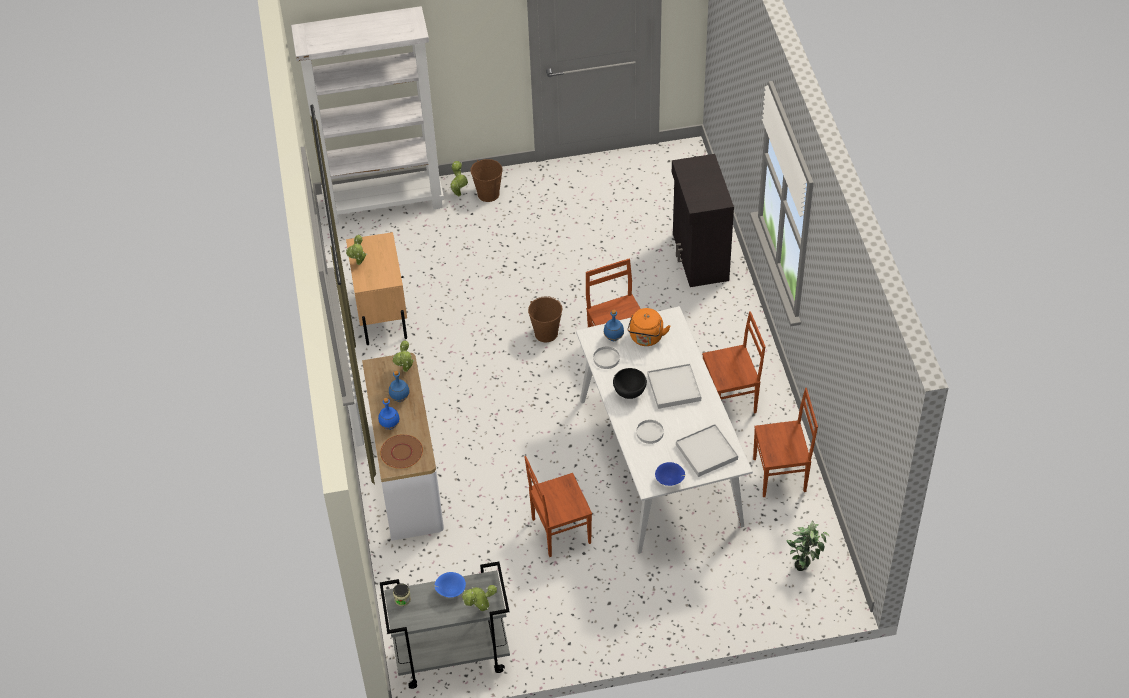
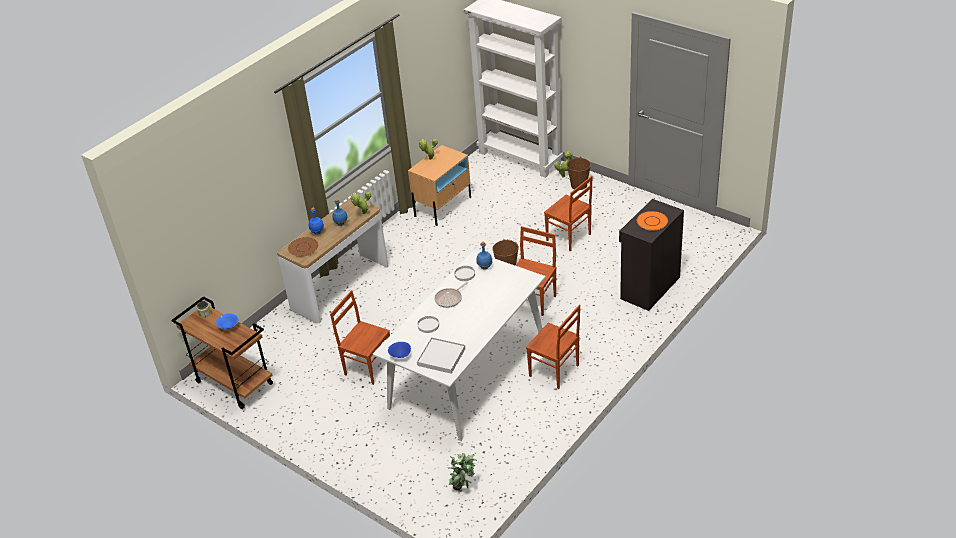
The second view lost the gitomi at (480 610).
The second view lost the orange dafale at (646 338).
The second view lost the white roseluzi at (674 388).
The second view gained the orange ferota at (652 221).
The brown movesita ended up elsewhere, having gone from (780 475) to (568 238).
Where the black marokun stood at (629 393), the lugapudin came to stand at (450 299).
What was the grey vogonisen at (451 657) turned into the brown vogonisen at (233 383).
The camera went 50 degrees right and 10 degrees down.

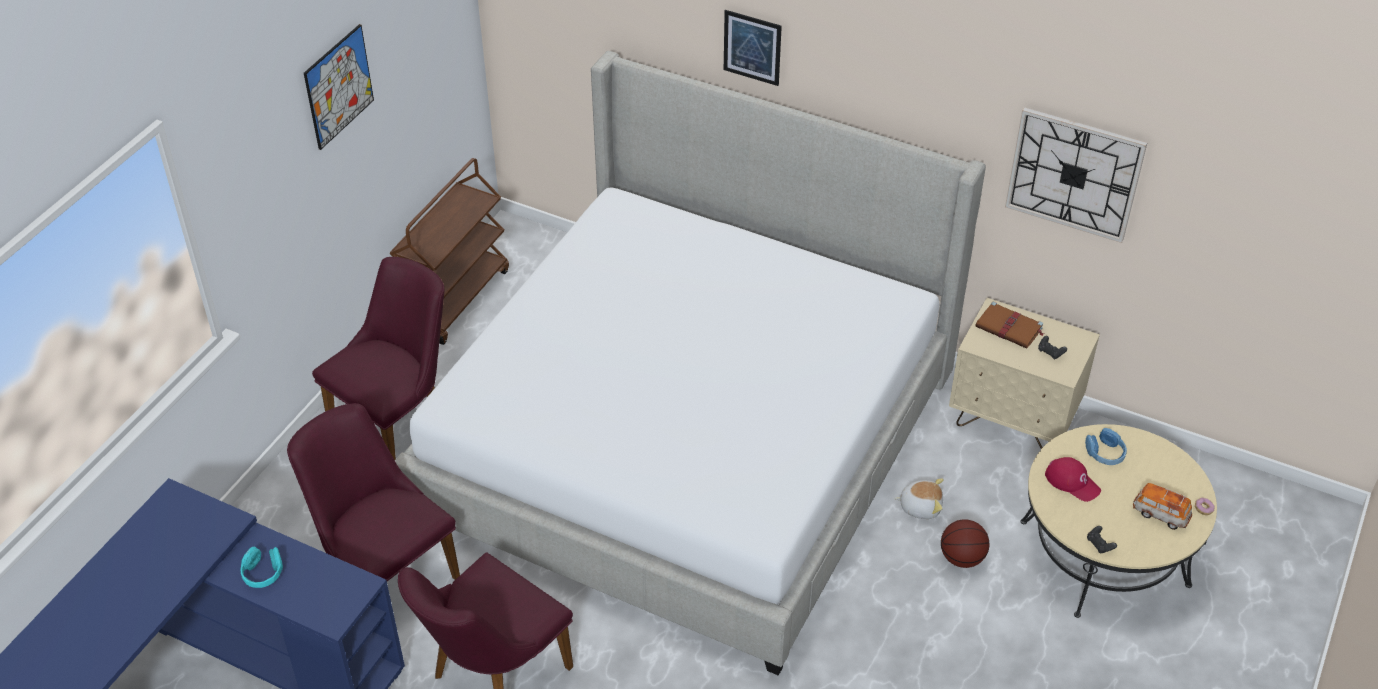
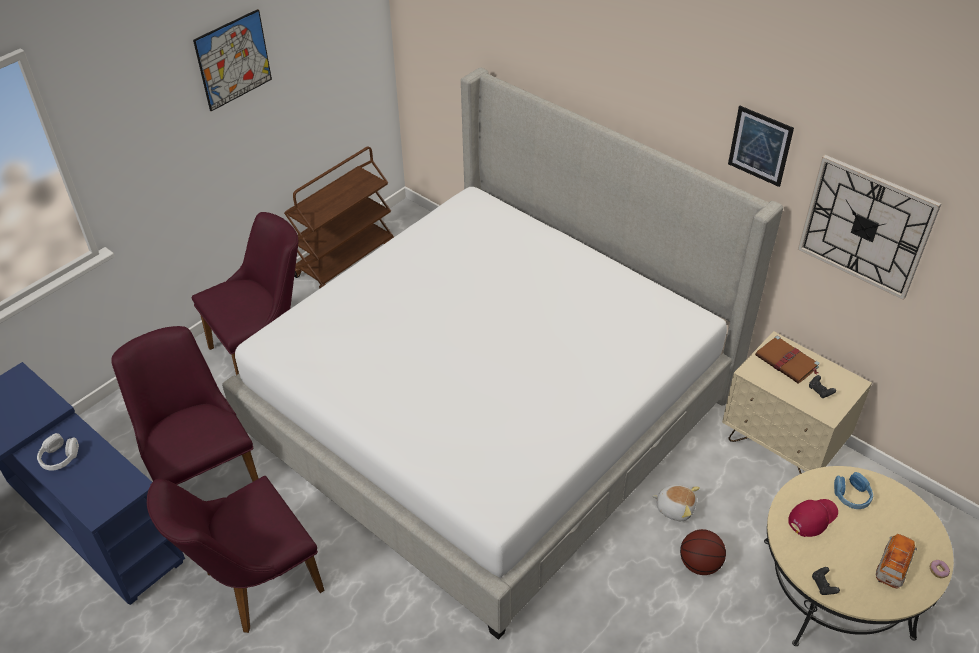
The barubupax ended up elsewhere, having gone from (752 47) to (760 146).
What was the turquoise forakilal at (263 573) turned into the white forakilal at (59 458).
The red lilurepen at (1072 482) ended up facing another way, 90 degrees counterclockwise from before.
The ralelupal at (1160 514) ended up facing another way, 75 degrees clockwise from before.
The camera went 15 degrees right and 0 degrees up.

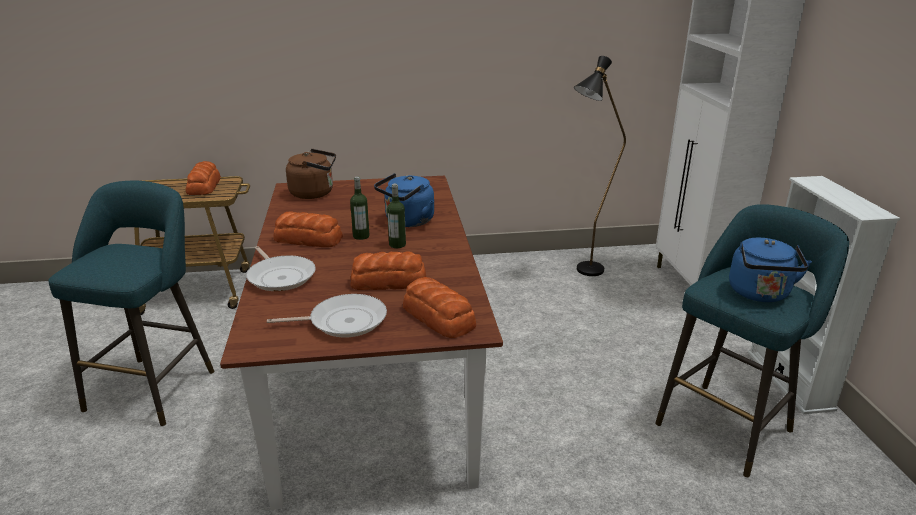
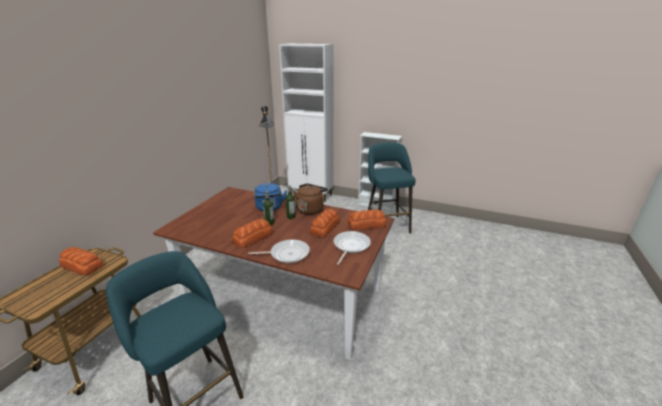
The second view lost the blue dafale at (760 294).
The brown dafale ended up elsewhere, having gone from (315 193) to (310 209).
The camera went 60 degrees left and 0 degrees up.

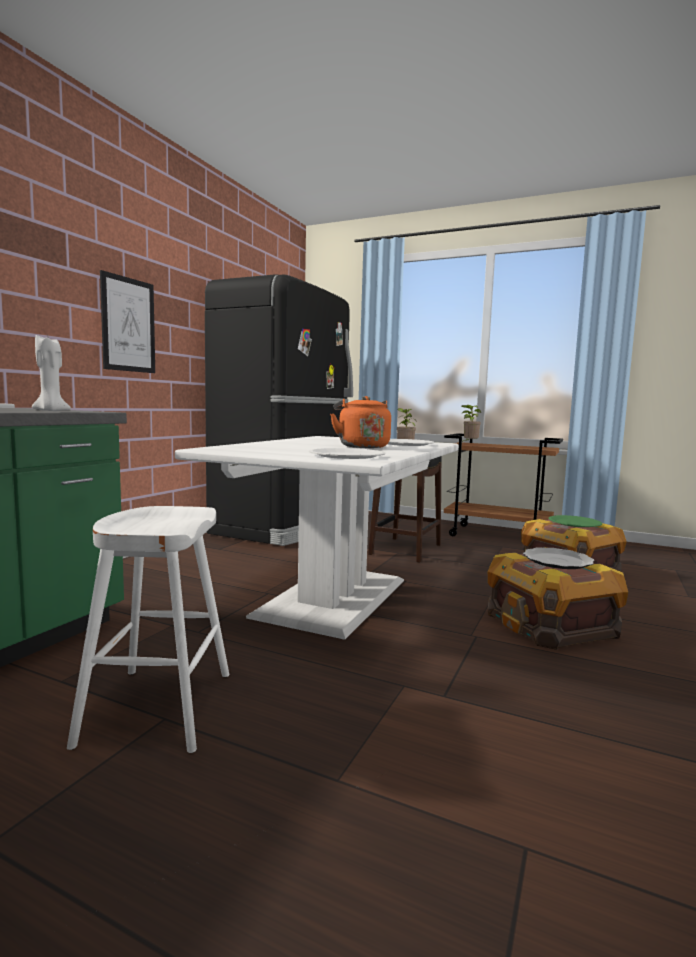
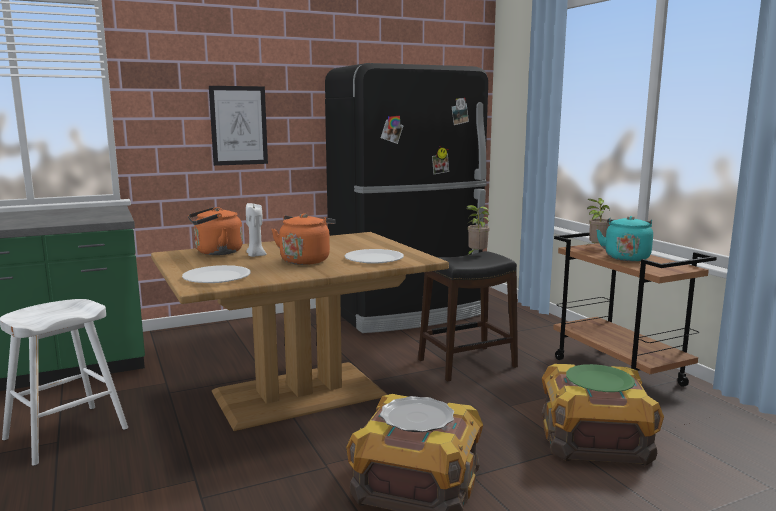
The second view gained the orange dafale at (216 252).
The second view gained the turquoise dafale at (626 257).
The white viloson ended up elsewhere, having gone from (51 411) to (255 255).
What was the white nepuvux at (335 598) turned into the brown nepuvux at (300 395).
The camera went 40 degrees right and 5 degrees up.

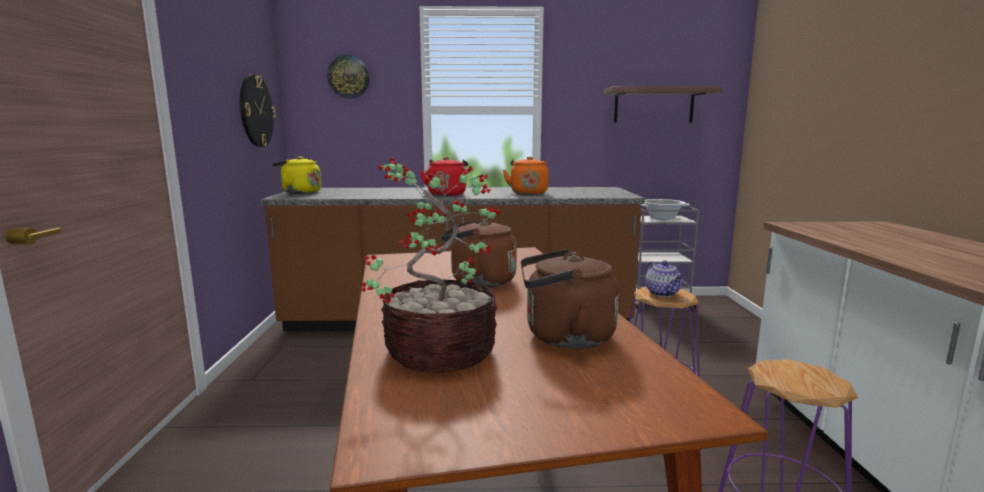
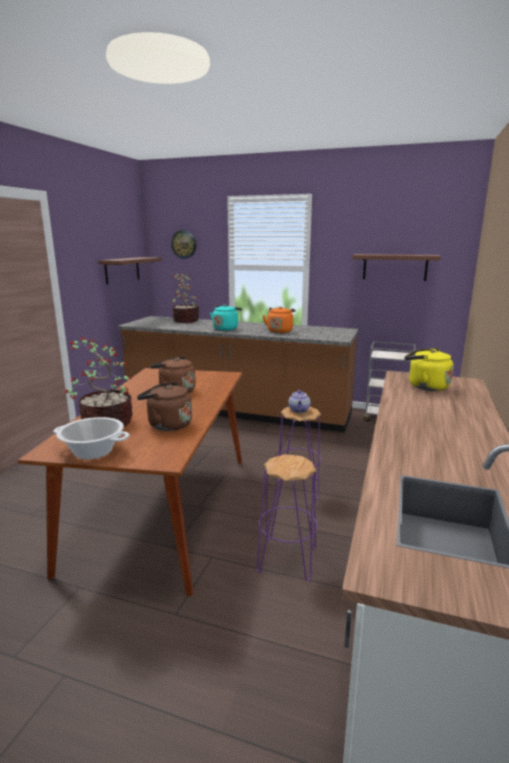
The second view gained the gitomi at (185 320).
The yellow dafale ended up elsewhere, having gone from (299 192) to (425 386).
The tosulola ended up elsewhere, having gone from (662 218) to (93 452).
Where the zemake hung at (256 111), the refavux came to hang at (122 270).
What was the red dafale at (447 194) turned into the turquoise dafale at (226 328).
The camera went 20 degrees right and 5 degrees up.

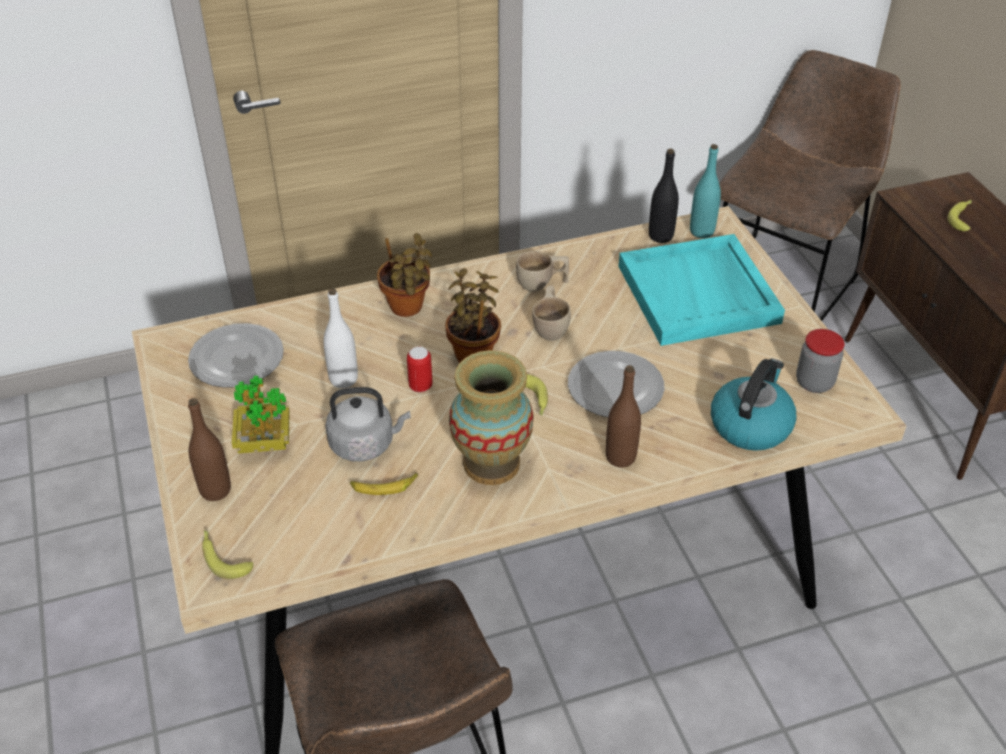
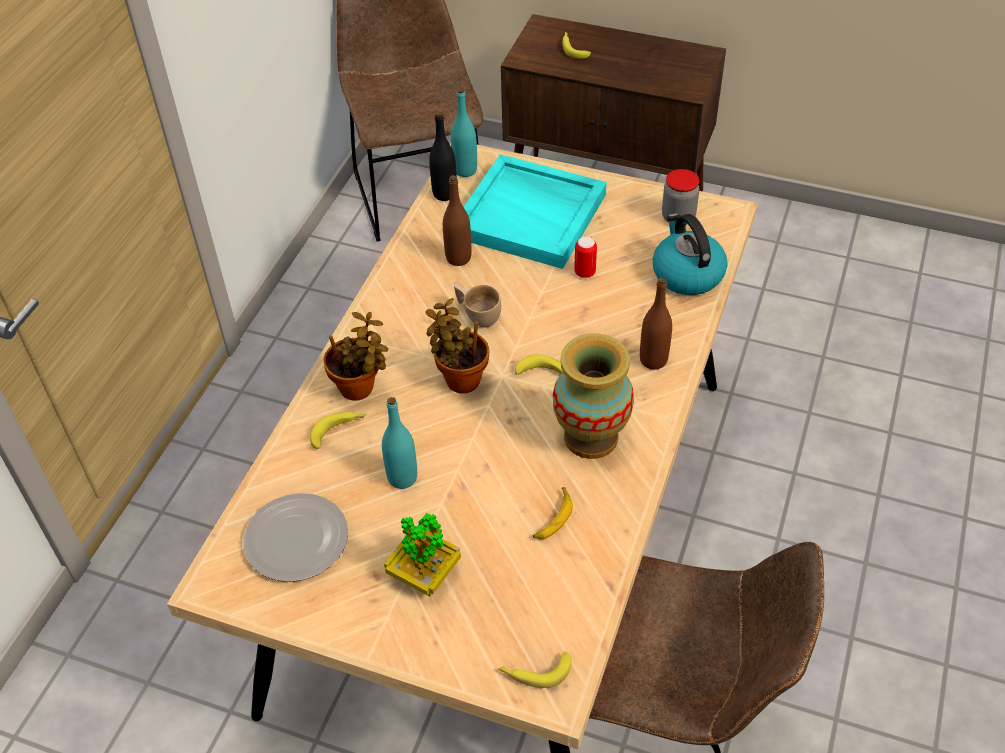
The second view lost the grey dafale at (365 444).
The second view lost the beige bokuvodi at (542 284).
The second view lost the ferota at (617 388).
The second view gained the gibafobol at (338 431).
The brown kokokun ended up elsewhere, having gone from (215 490) to (458 258).
The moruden ended up elsewhere, having gone from (420 386) to (584 272).
What was the white kokokun at (343 379) turned into the turquoise kokokun at (402 478).
The camera went 50 degrees left and 5 degrees up.

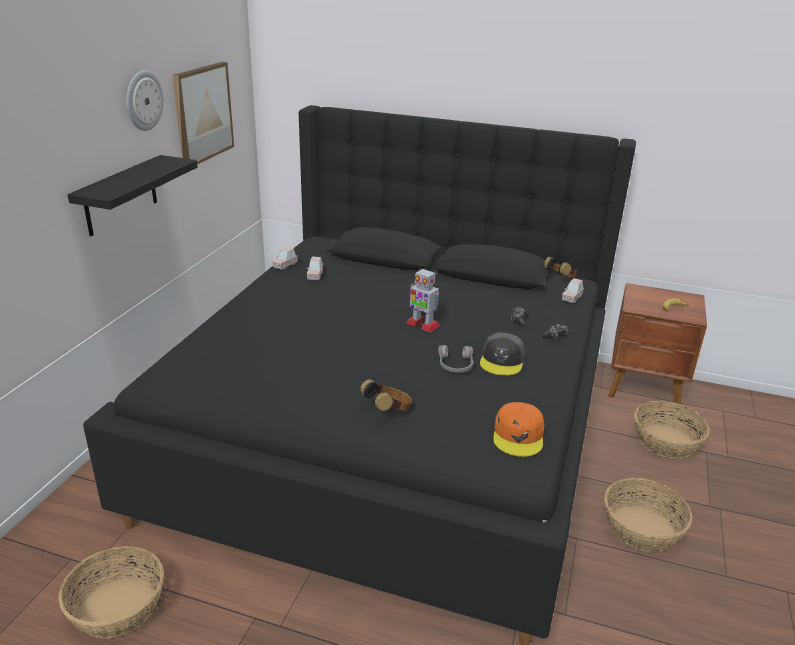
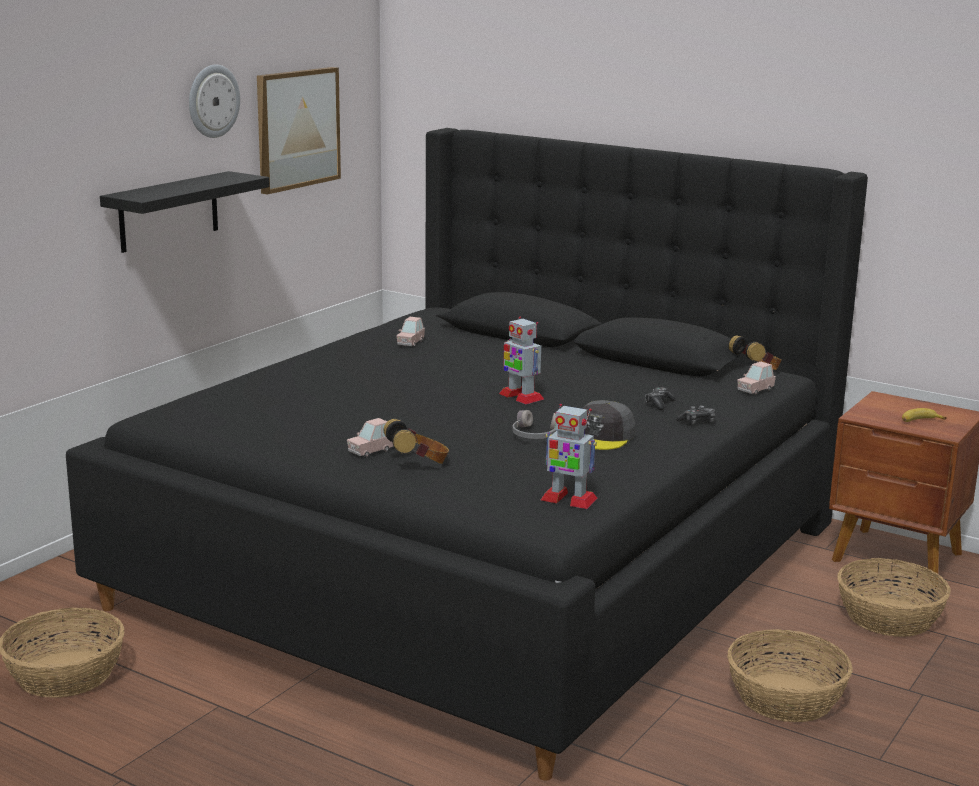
The pink ralelupal ended up elsewhere, having gone from (285 265) to (370 451).
Where the orange lilurepen stood at (518 435), the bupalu came to stand at (568 499).
The camera went 15 degrees right and 10 degrees down.

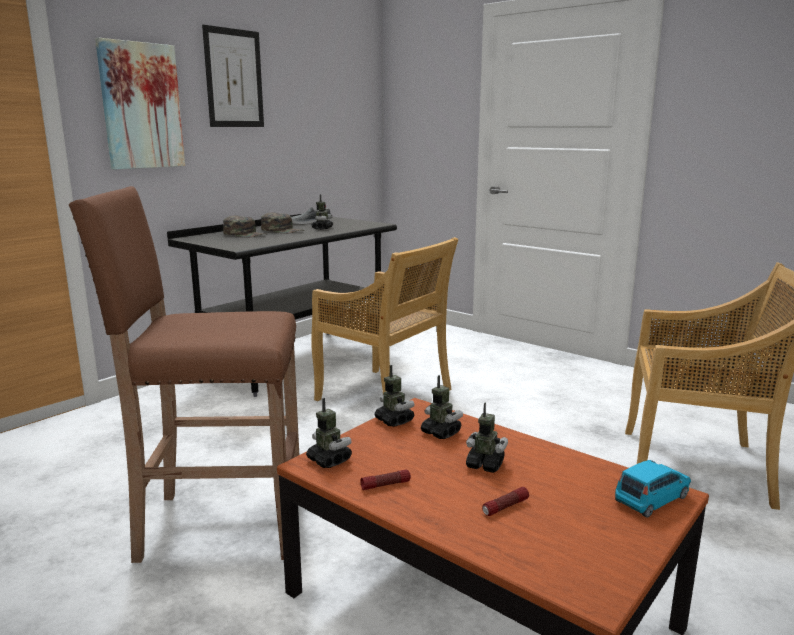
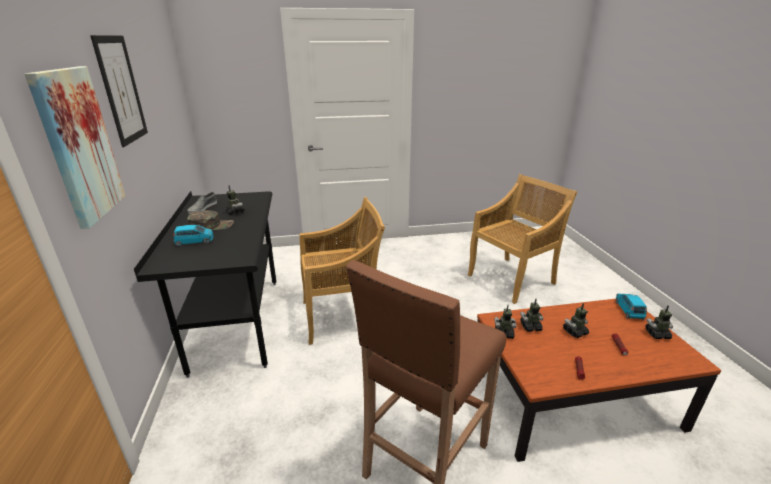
The bupalu ended up elsewhere, having gone from (329 460) to (657 334).
Where the green lilurepen stood at (245 234), the blue ralelupal came to stand at (194 241).
The camera went 50 degrees left and 10 degrees up.

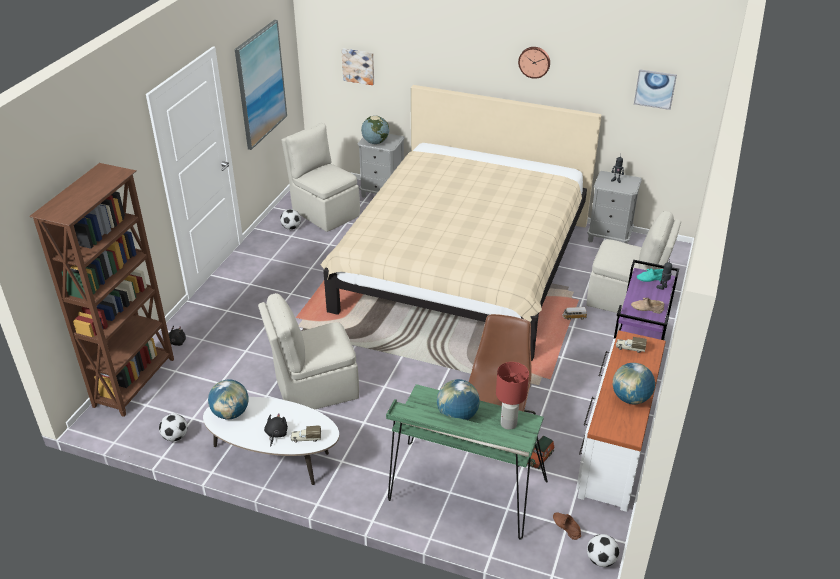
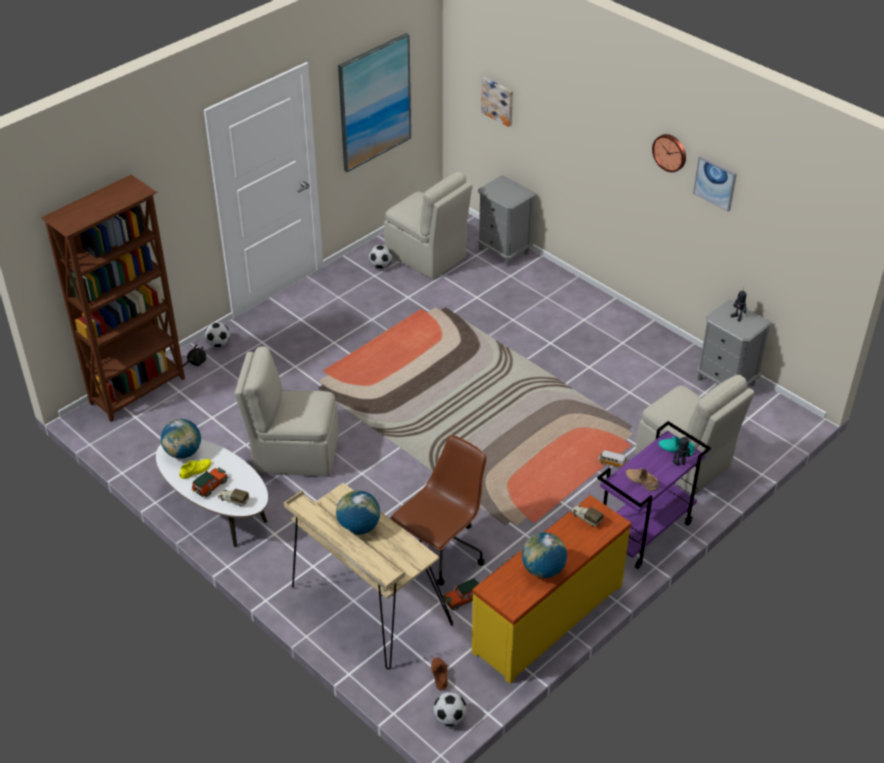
The second view lost the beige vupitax at (463 266).
The second view lost the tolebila at (375 142).
The second view lost the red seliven at (508 424).
The second view gained the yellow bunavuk at (196 470).
The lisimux ended up elsewhere, having gone from (175 437) to (218 344).
The barubupax ended up elsewhere, having gone from (655 89) to (715 183).
Where the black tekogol stood at (276 434), the ralelupal came to stand at (210 487).
What was the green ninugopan at (464 492) turned into the beige ninugopan at (366 605).
What was the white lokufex at (614 448) turned into the yellow lokufex at (546 617).
The beige movesita at (324 212) ended up facing another way, 150 degrees clockwise from before.
The camera went 25 degrees right and 5 degrees up.

